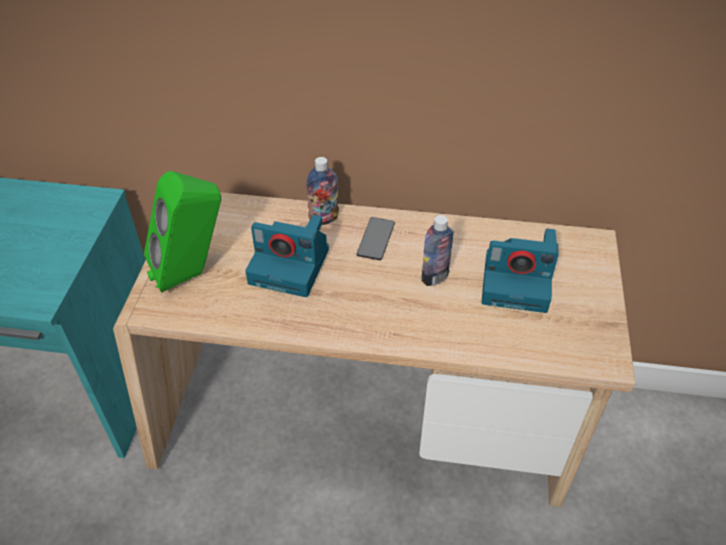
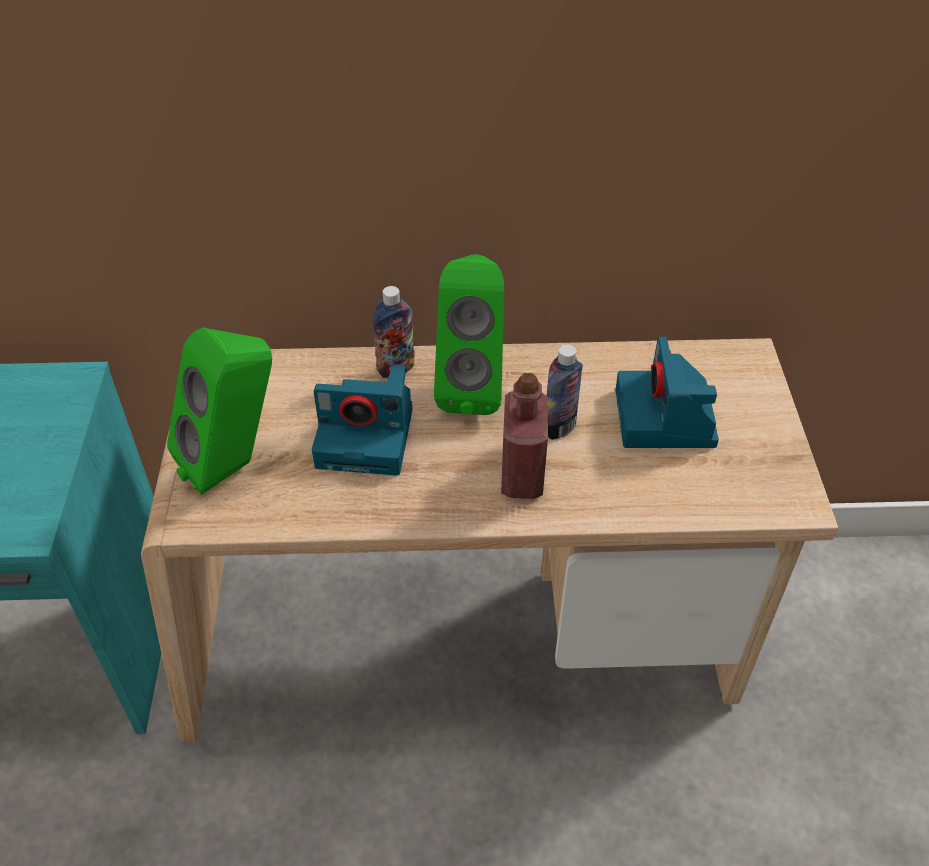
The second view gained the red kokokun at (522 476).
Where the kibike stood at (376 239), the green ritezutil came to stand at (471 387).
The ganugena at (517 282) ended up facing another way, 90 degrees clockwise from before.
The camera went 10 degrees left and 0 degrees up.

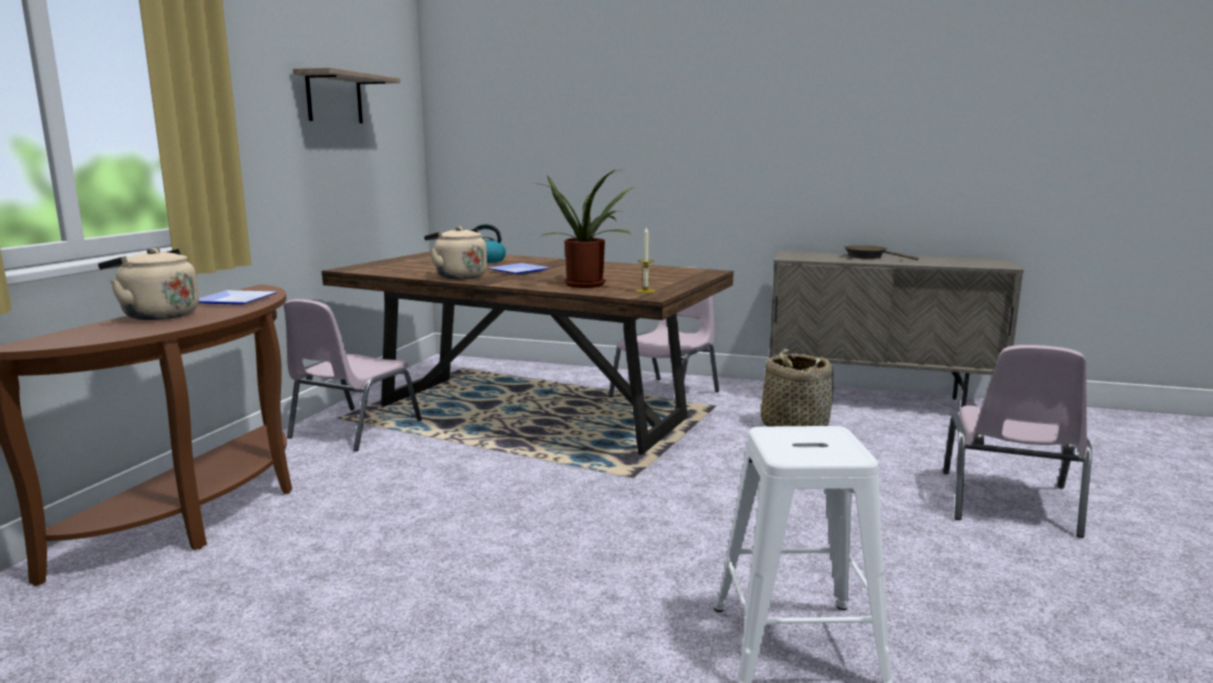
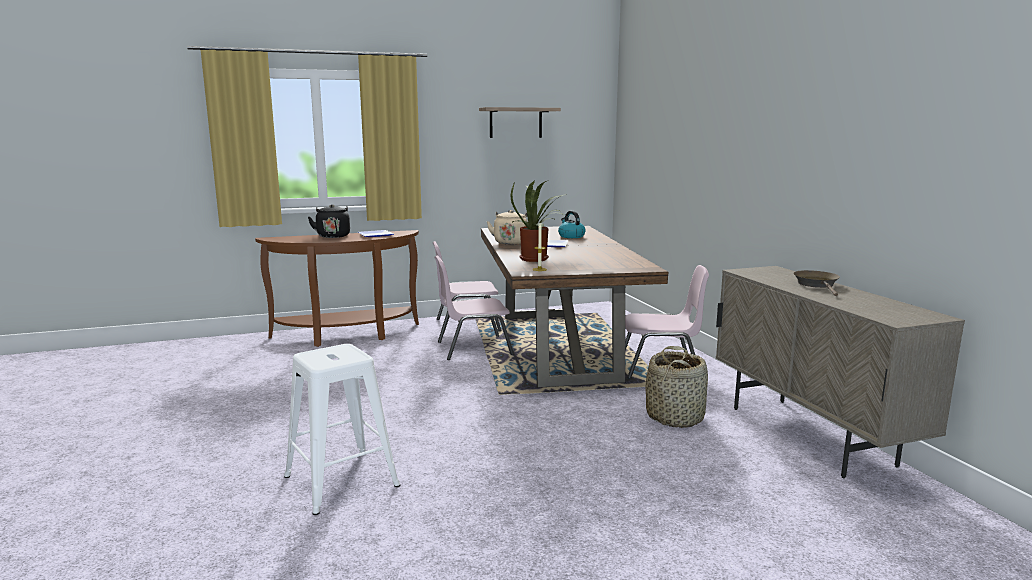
The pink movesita ended up elsewhere, having gone from (1008 504) to (473 348).
What was the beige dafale at (157 315) turned into the black dafale at (333 236).
The camera went 55 degrees right and 0 degrees up.

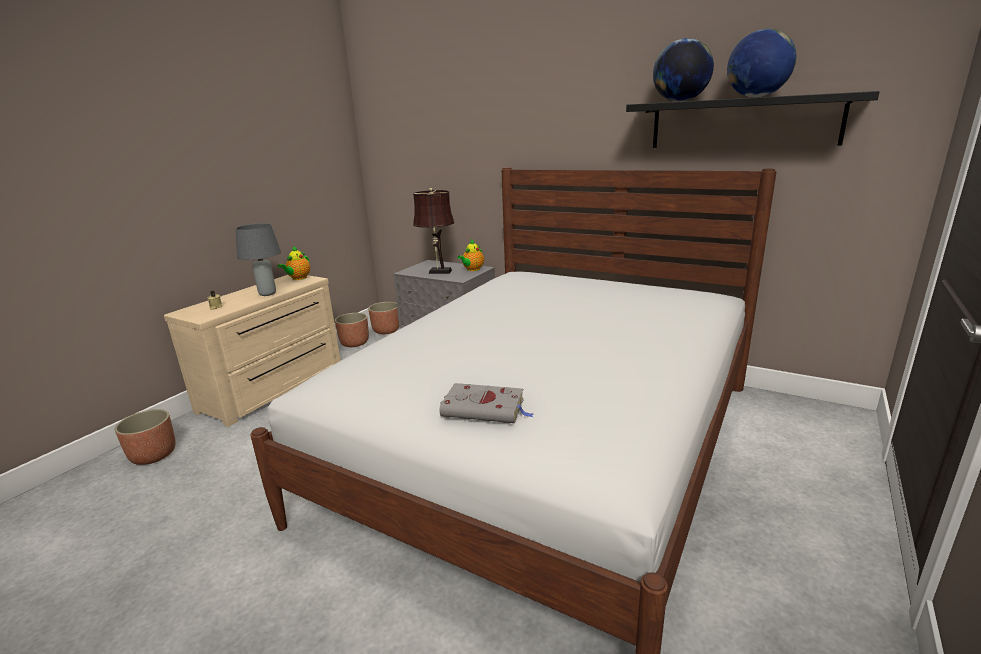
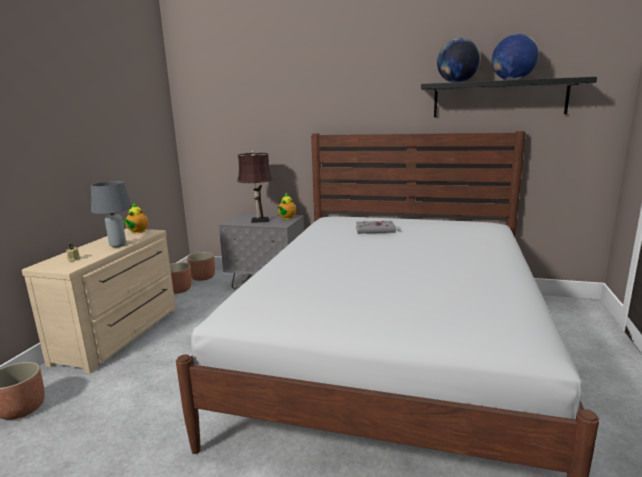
The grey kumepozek ended up elsewhere, having gone from (485 408) to (376 230).
The camera went 15 degrees left and 5 degrees down.

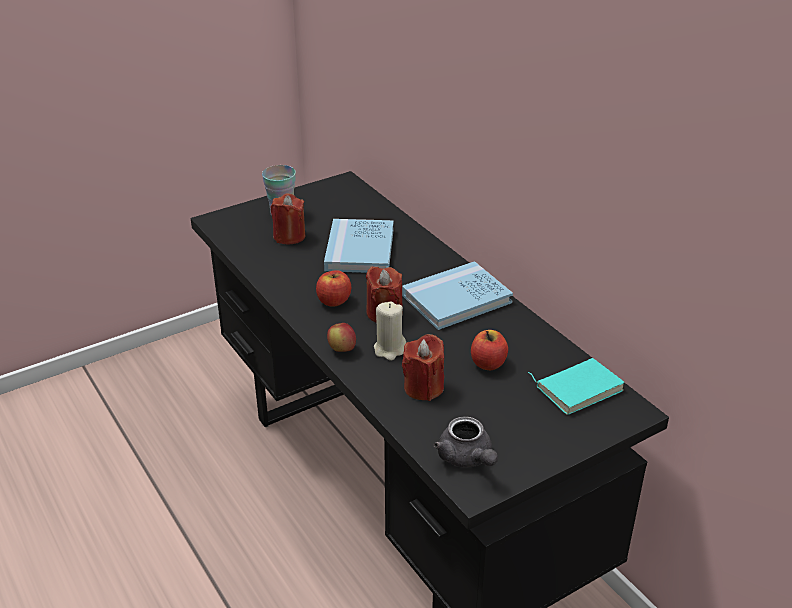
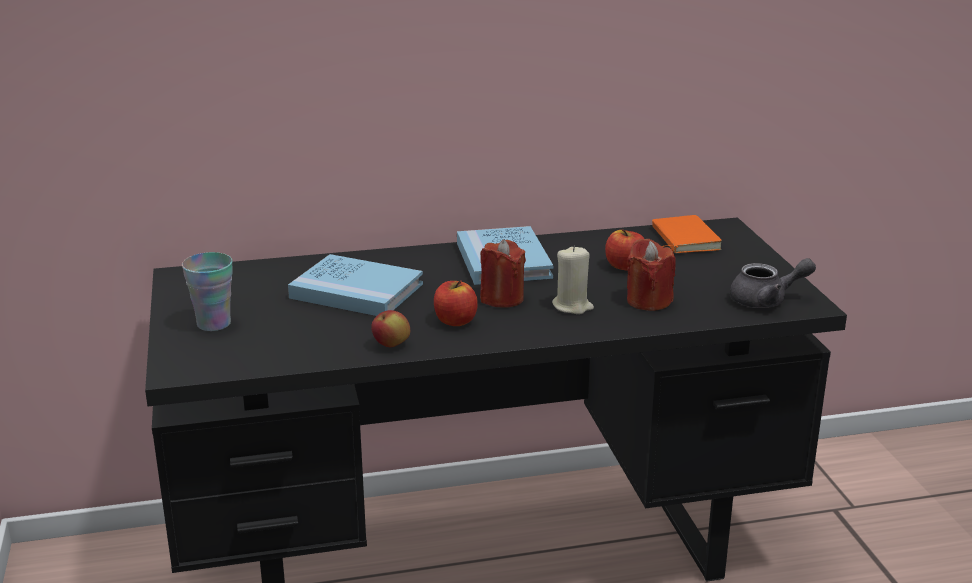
The second view lost the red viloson at (289 236).
The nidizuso ended up elsewhere, having gone from (342 349) to (391 345).
What was the turquoise kumepozek at (578 387) turned into the orange kumepozek at (683 239).
The camera went 70 degrees left and 10 degrees down.

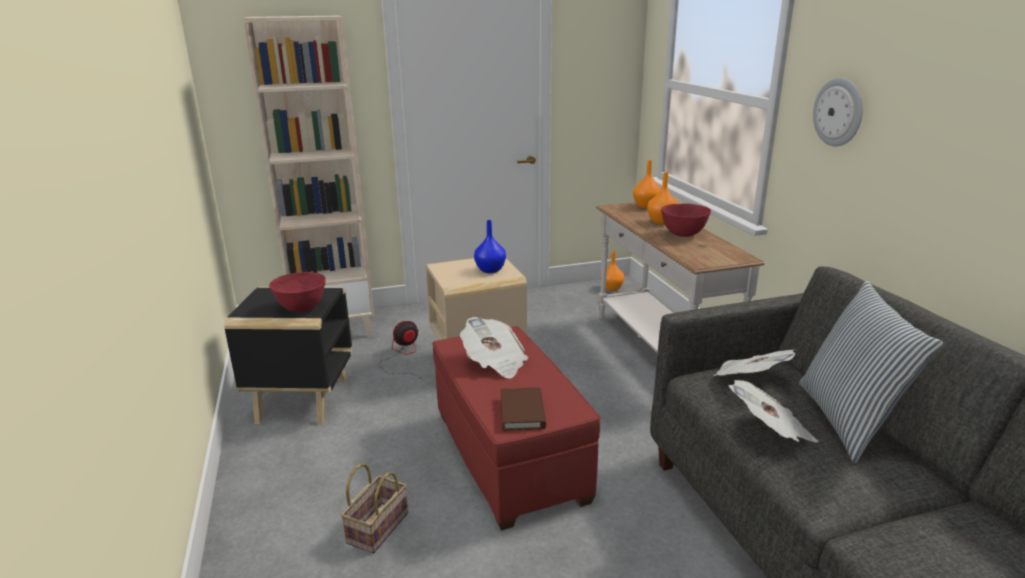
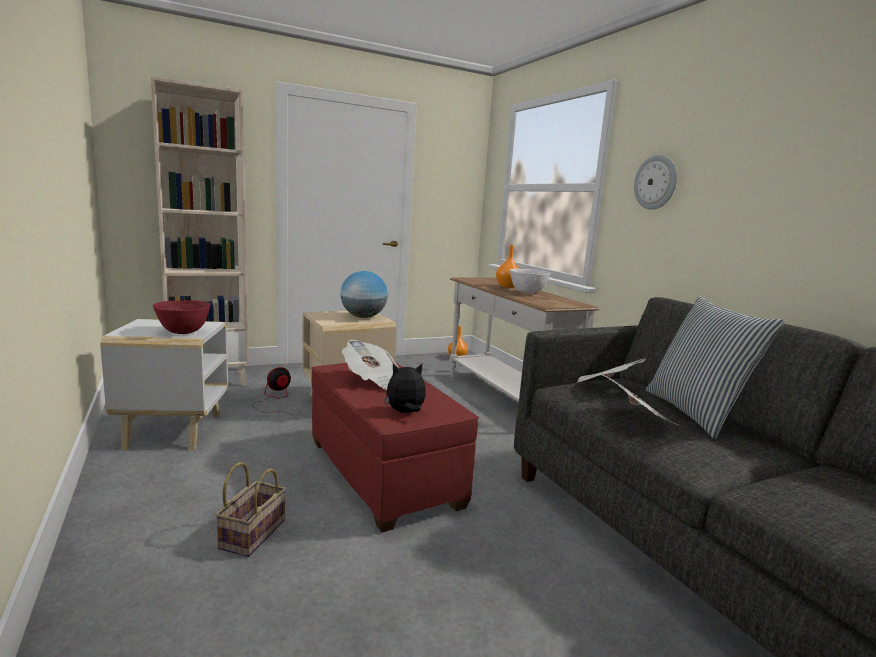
The second view lost the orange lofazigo at (647 206).
Where the blue lofazigo stood at (491 270), the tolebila came to stand at (363 317).
Where the brown kumepozek stood at (522 412), the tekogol came to stand at (405 412).
What was the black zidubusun at (303 399) turned into the white zidubusun at (174 430).
What was the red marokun at (683 234) turned into the white marokun at (527 292).
The camera went 10 degrees left and 10 degrees down.

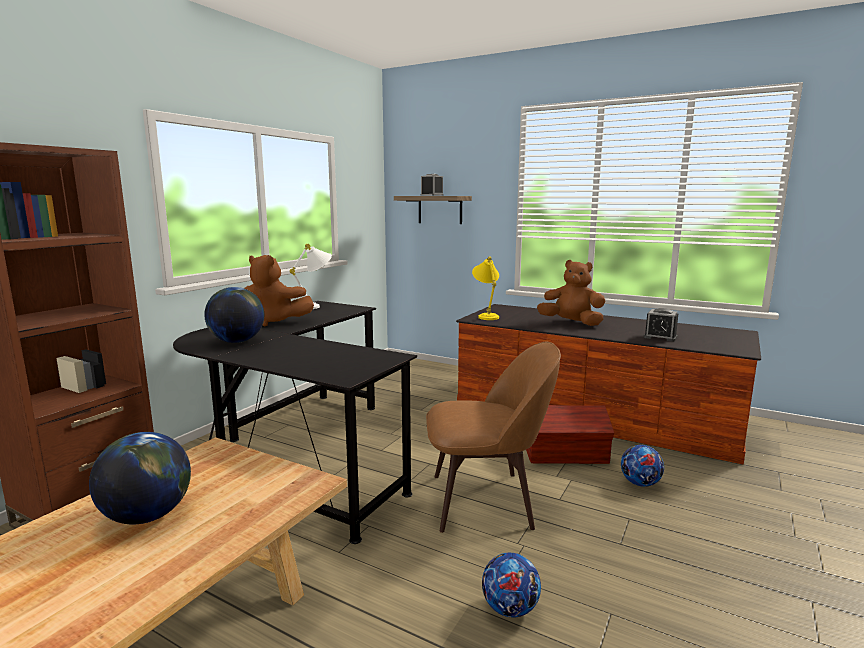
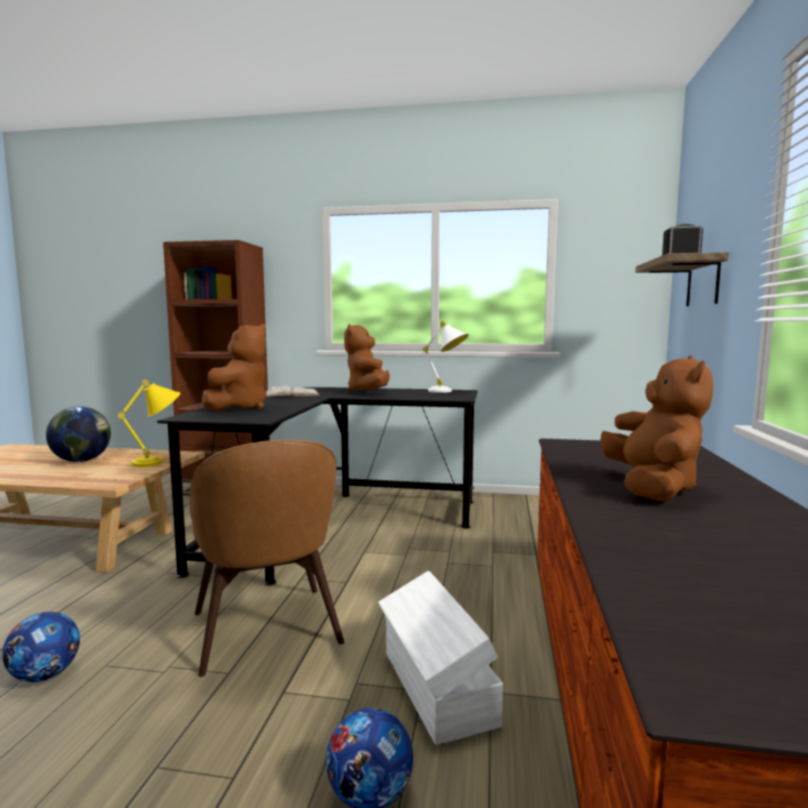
The second view lost the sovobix at (660 337).
The second view gained the brown tekogol at (240 407).
The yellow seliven ended up elsewhere, having gone from (486 316) to (159 462).
Where the tolebila stood at (237 341), the white kumepozek came to stand at (292 394).
What was the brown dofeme at (567 455) turned into the white dofeme at (436 688).
The camera went 70 degrees right and 5 degrees down.

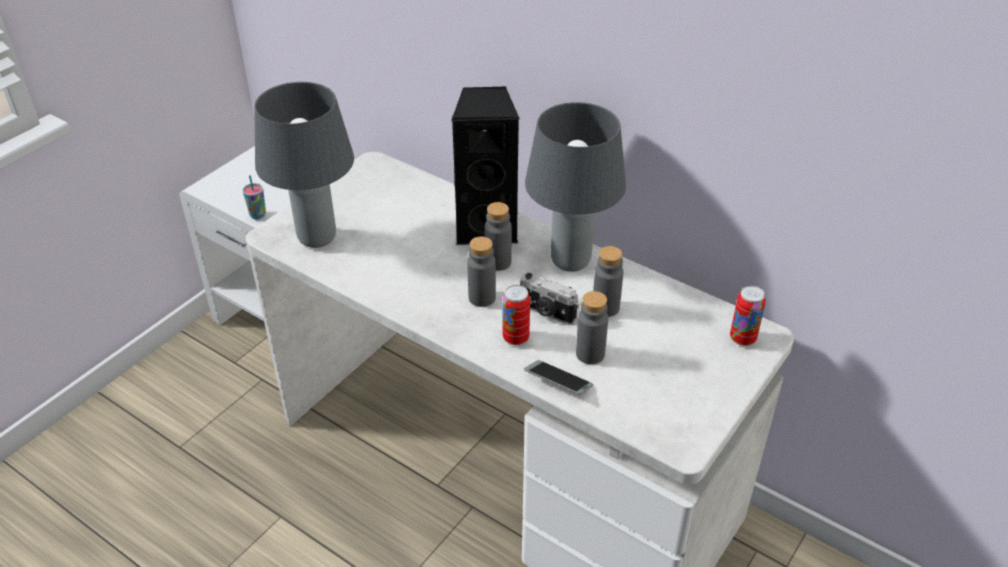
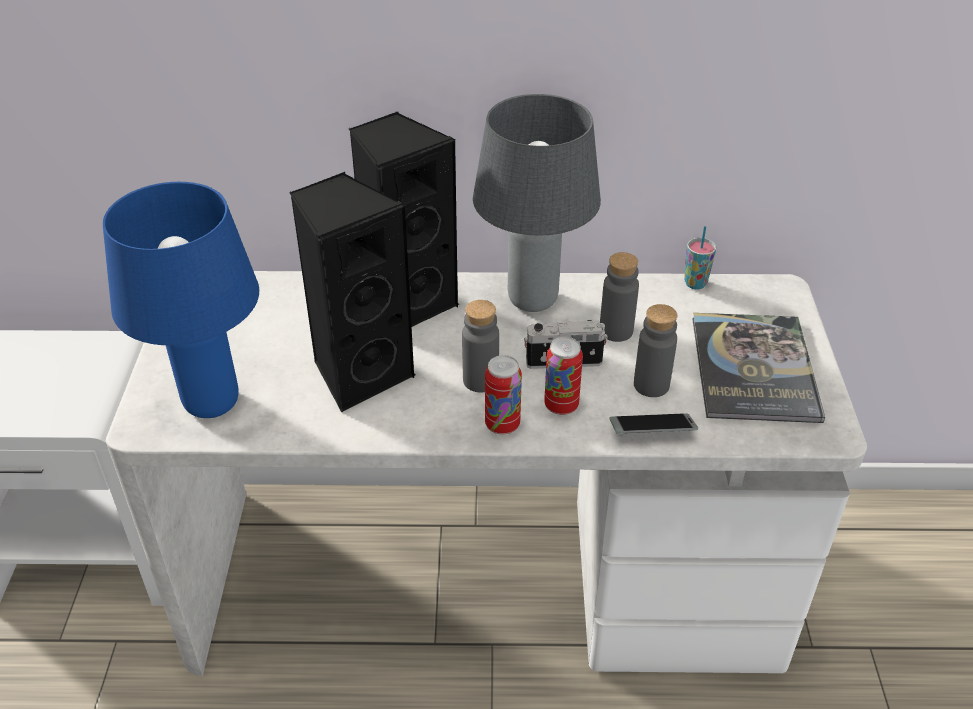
The second view lost the grey kokokun at (498 262).
The second view gained the black ritezutil at (360 373).
The second view gained the kumepozek at (753 368).
The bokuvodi ended up elsewhere, having gone from (258 215) to (695 283).
The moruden ended up elsewhere, having gone from (742 338) to (502 425).
What was the grey seliven at (318 237) turned into the blue seliven at (212 402).
The camera went 35 degrees left and 0 degrees up.

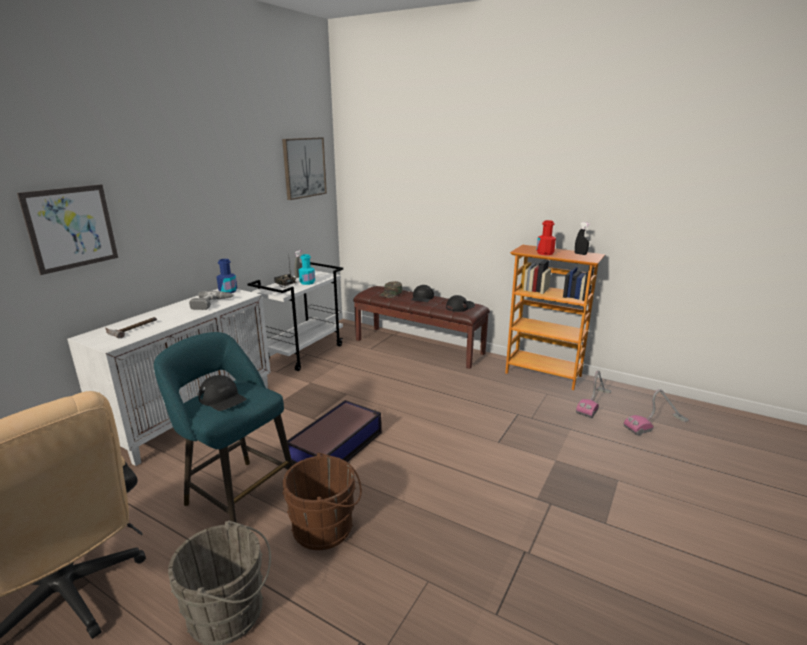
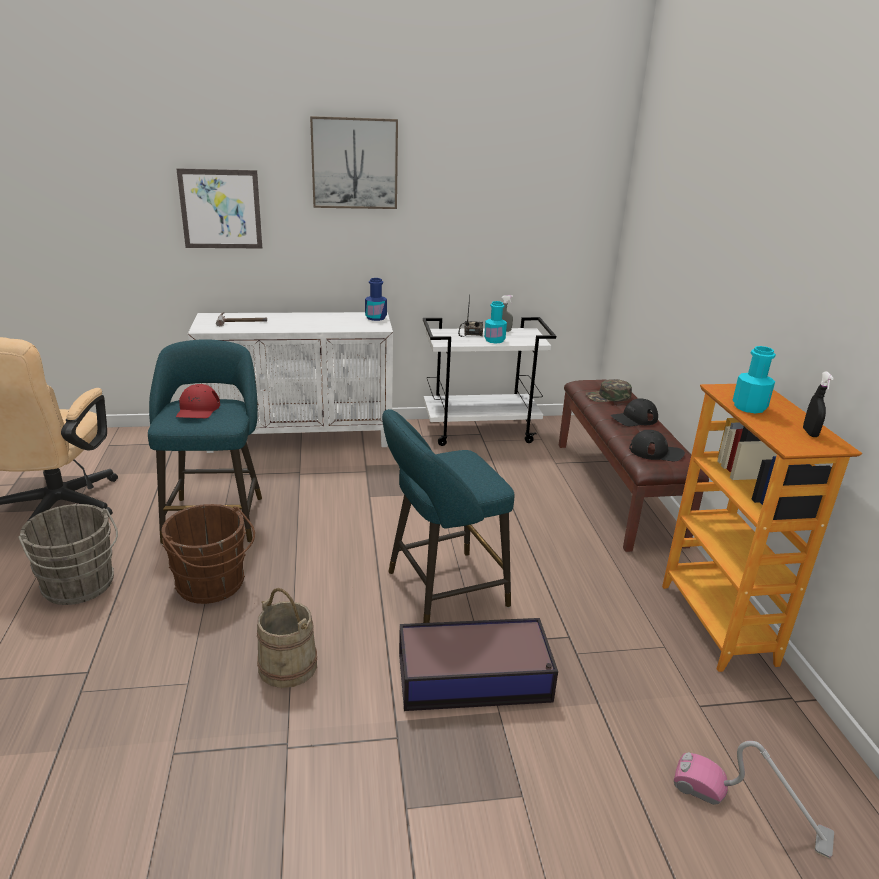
The second view lost the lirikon at (212 304).
The second view lost the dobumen at (594 403).
The second view gained the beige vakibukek at (288 665).
The second view gained the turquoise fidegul at (440 591).
The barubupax ended up elsewhere, having gone from (304 167) to (354 163).
The dofeme ended up elsewhere, having gone from (337 447) to (476 678).
What was the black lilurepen at (222 398) turned into the red lilurepen at (198 409).
What was the red kokokun at (545 253) turned into the turquoise kokokun at (749 407).
The camera went 50 degrees right and 5 degrees up.

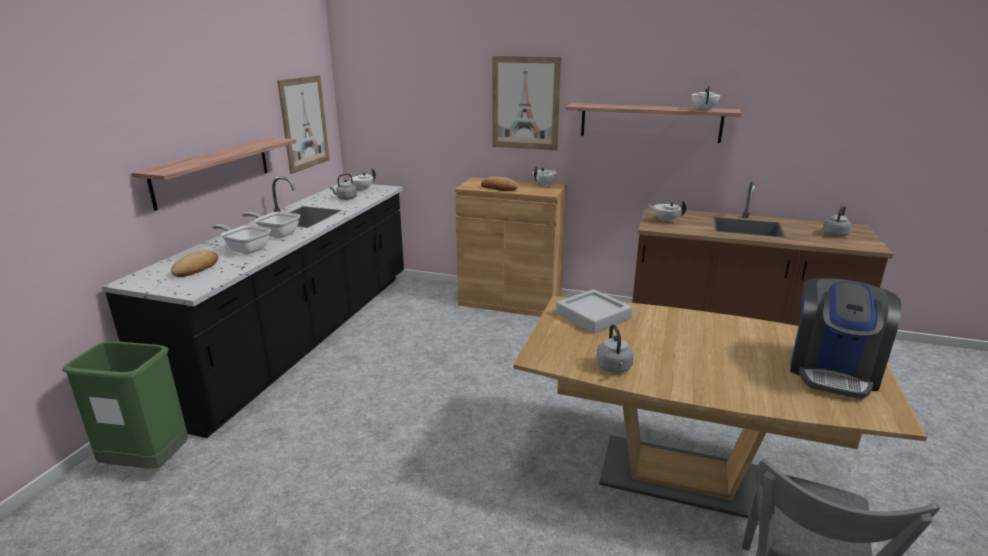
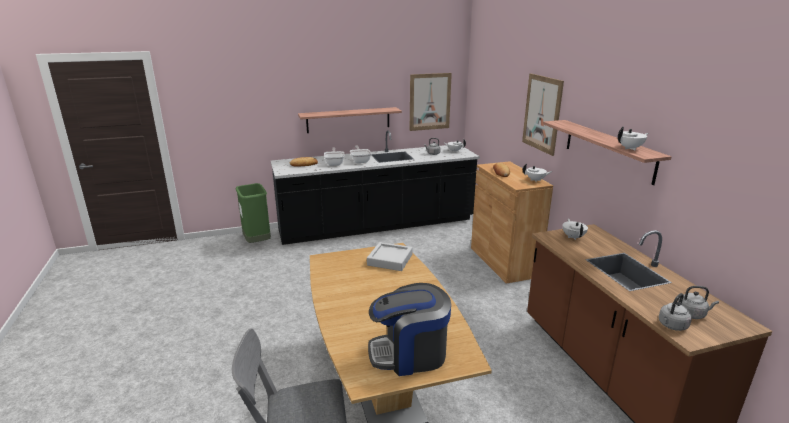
The grey dafale ended up elsewhere, having gone from (614 368) to (672 326).
The camera went 55 degrees right and 0 degrees up.

